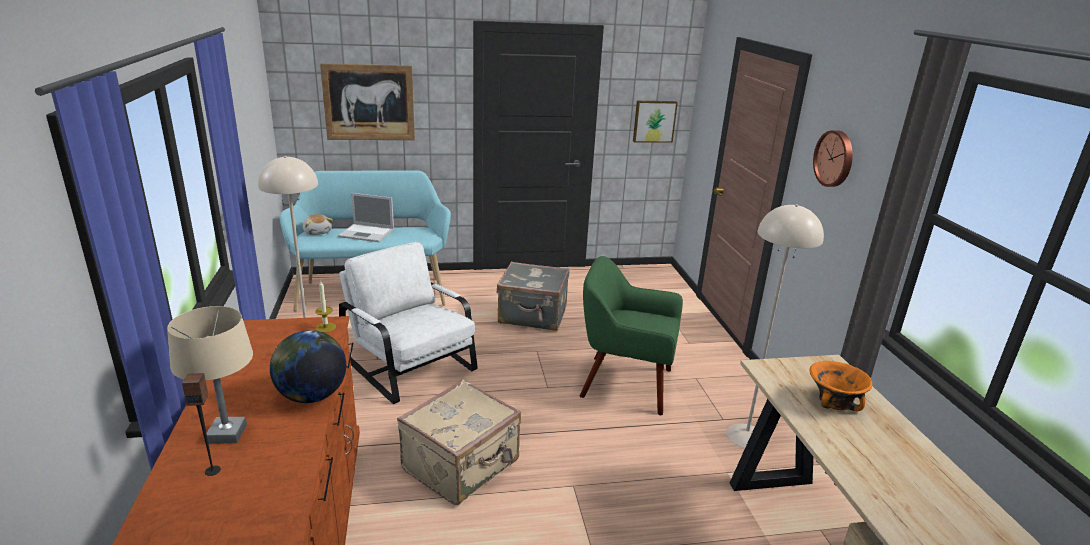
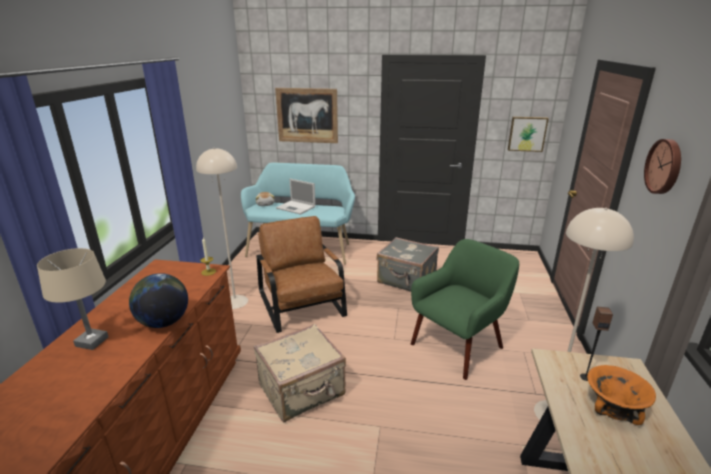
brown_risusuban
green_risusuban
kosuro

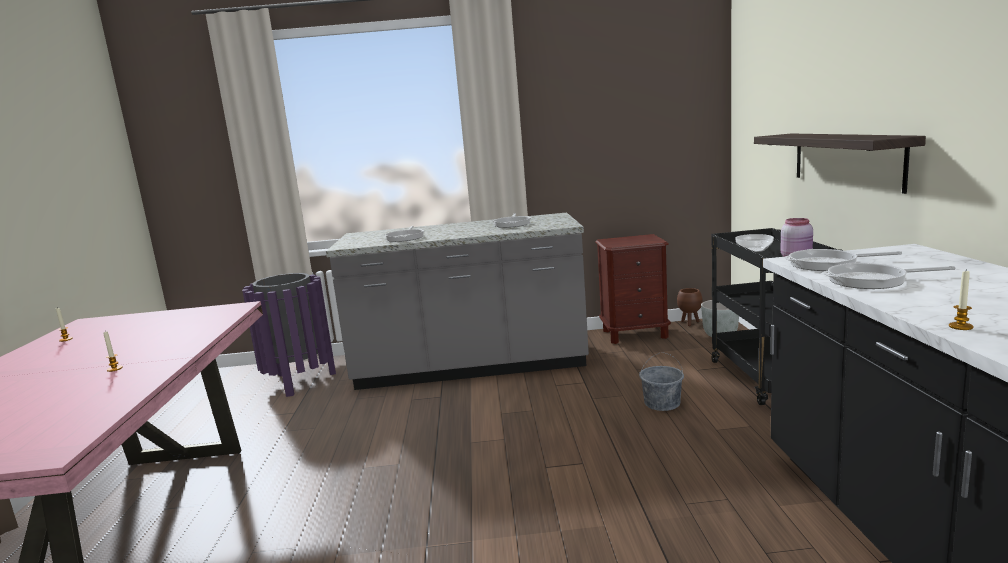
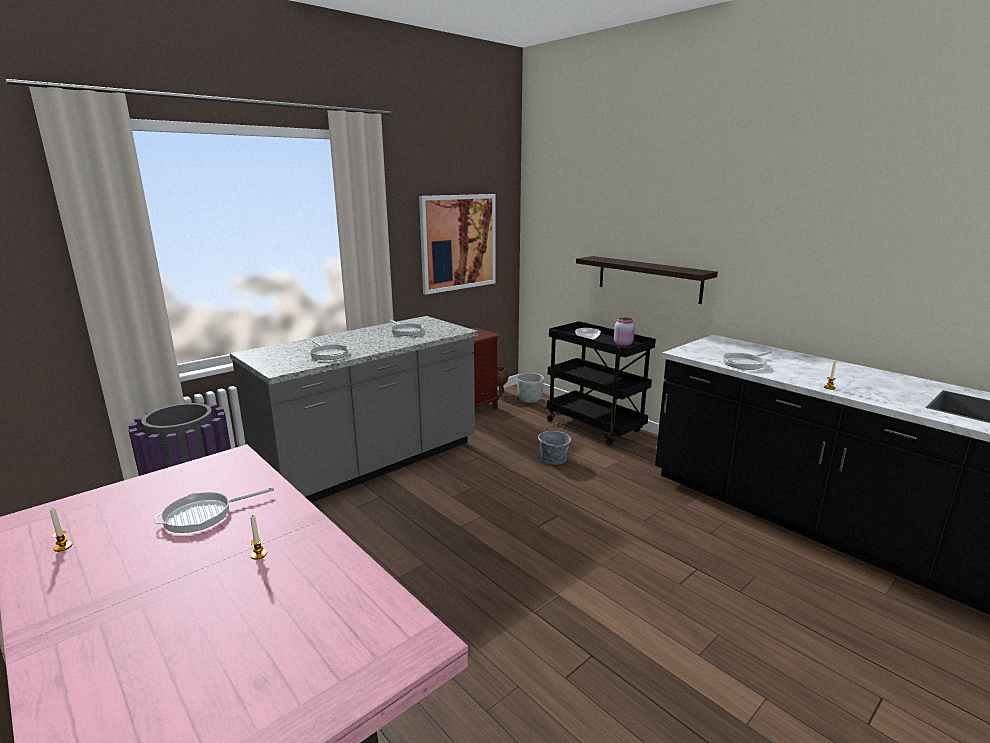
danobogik (1st from left)
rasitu

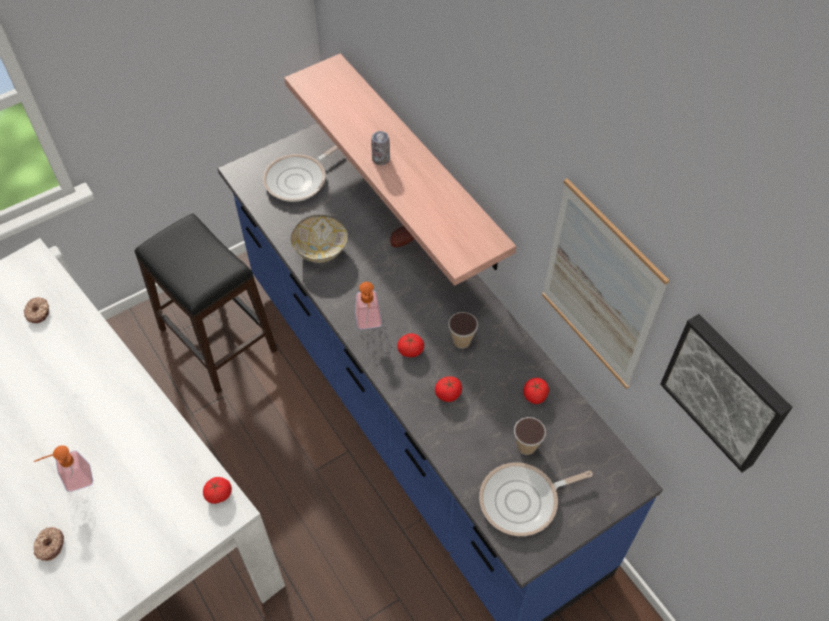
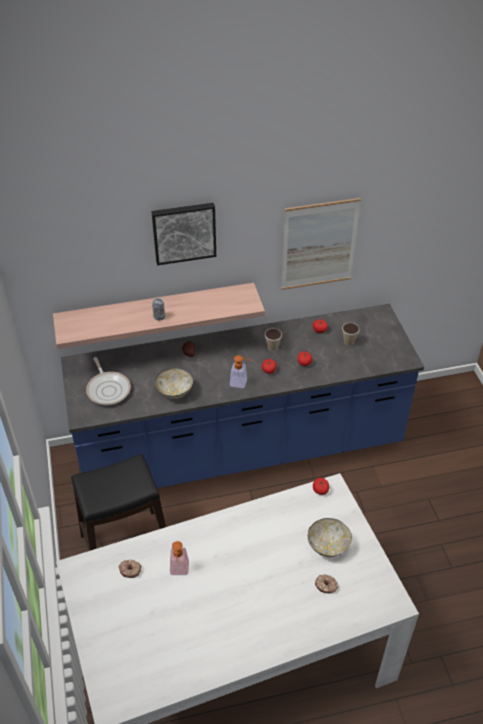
rasitu (1st from left)
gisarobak (1st from left)
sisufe (2nd from left)
danobogik (2nd from left in the first image)

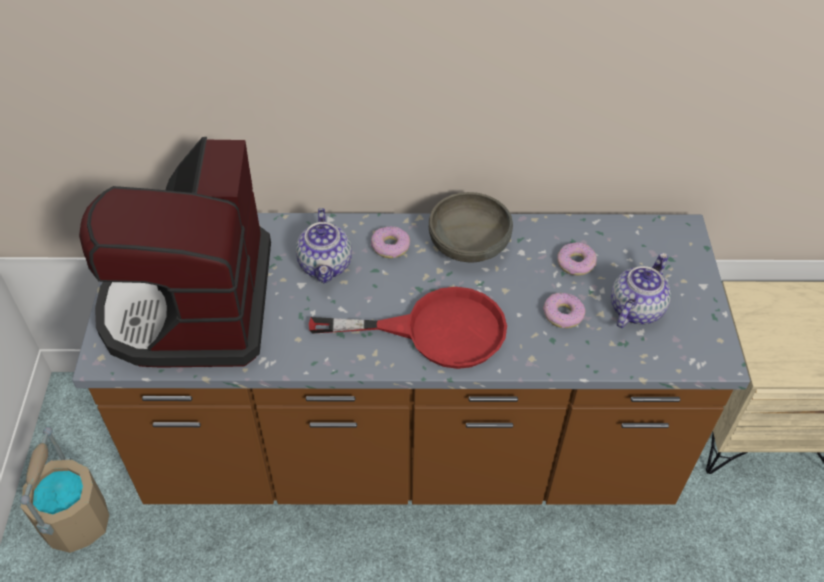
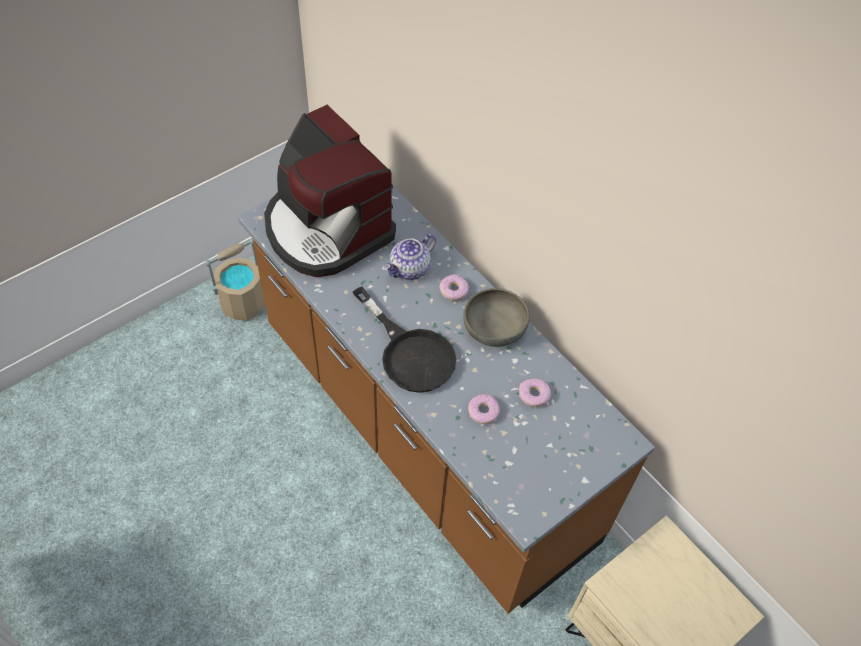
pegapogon
black_danobogik
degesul (2nd from left in the first image)

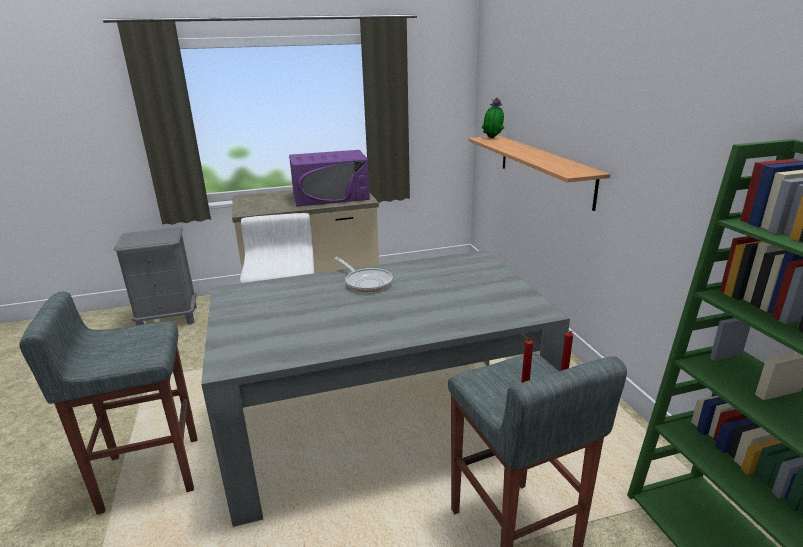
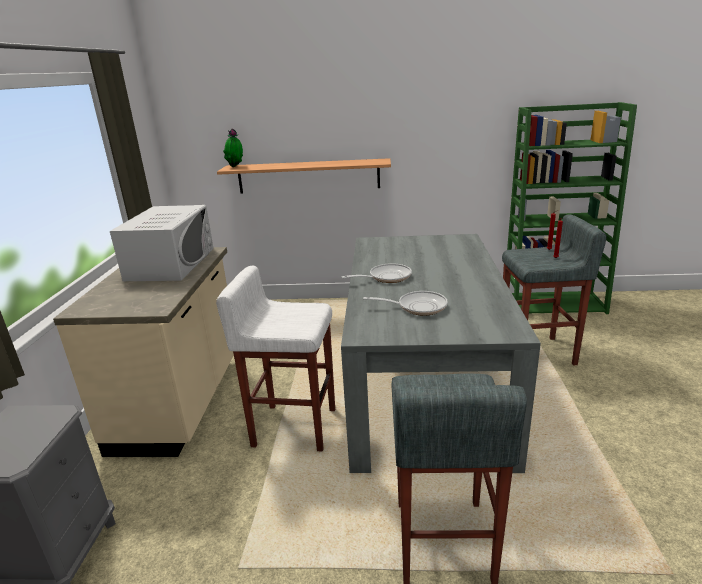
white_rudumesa
danobogik (2nd from left)

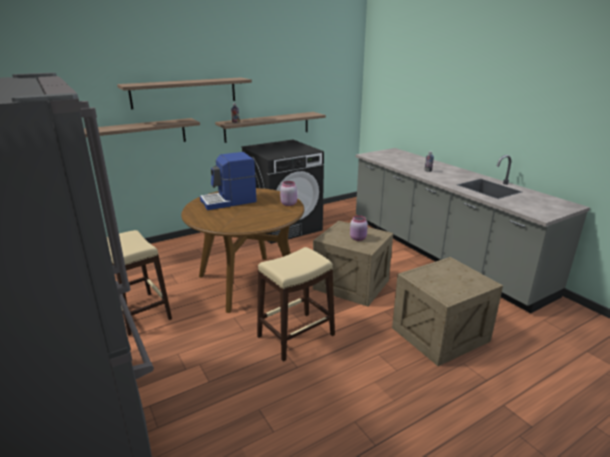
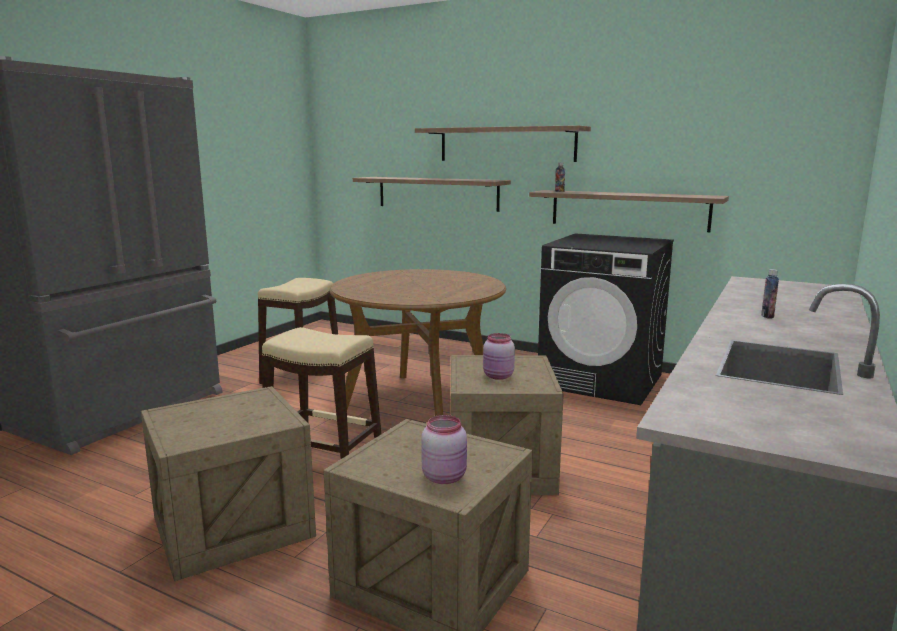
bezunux (1st from left)
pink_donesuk (1st from left)
pegapogon

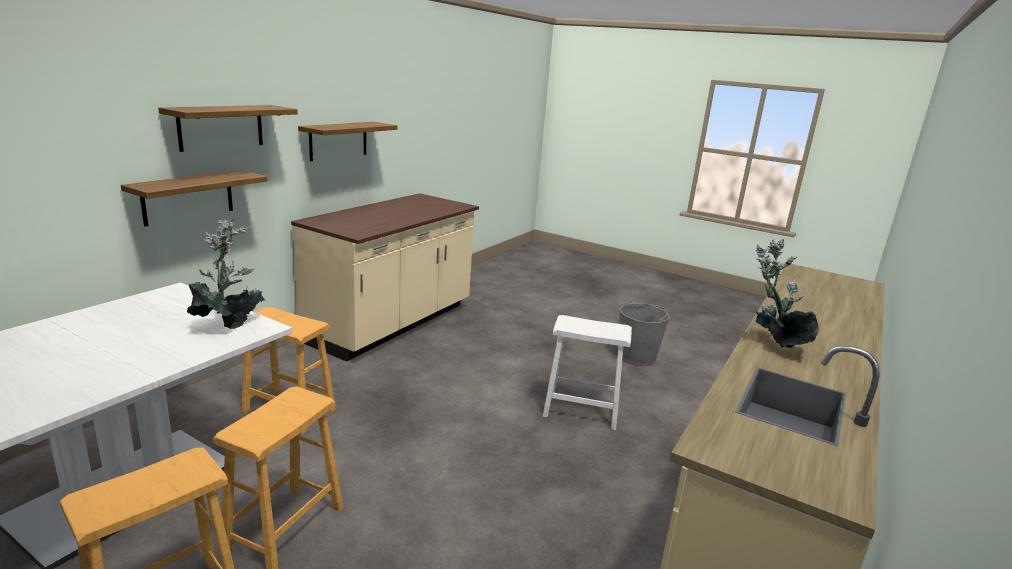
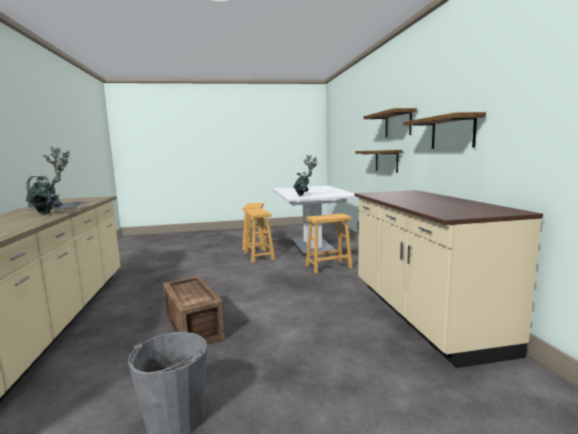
bezunux

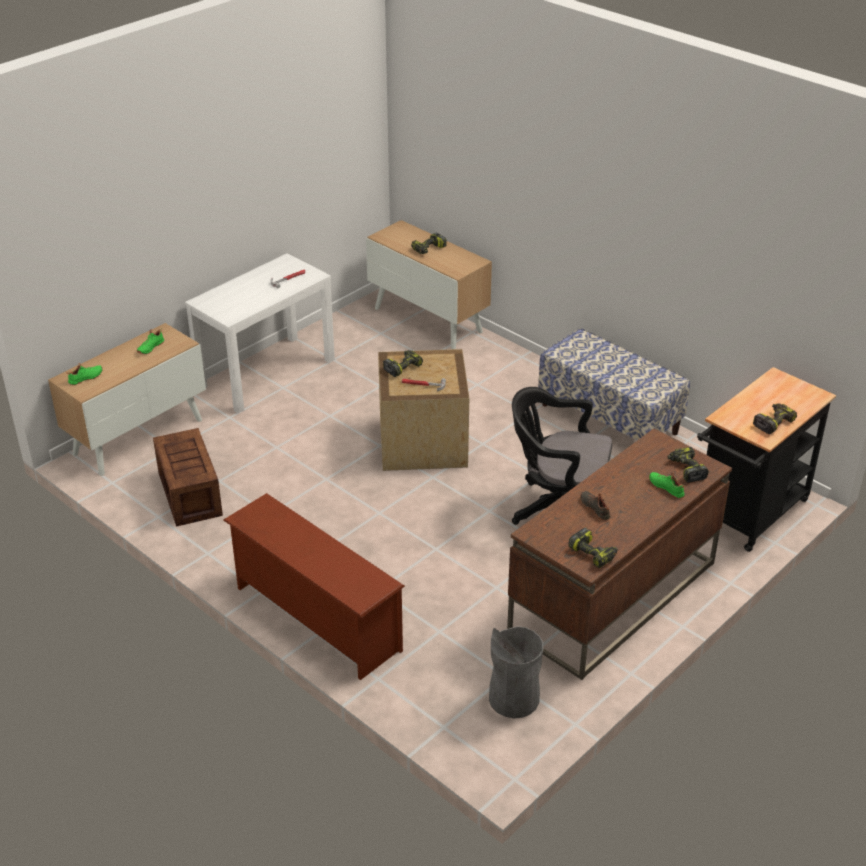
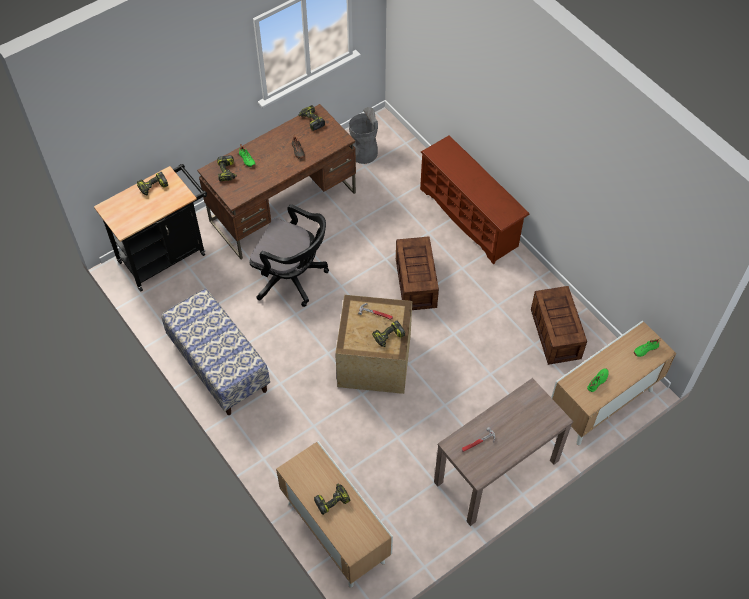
bezunux (2nd from left)
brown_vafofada

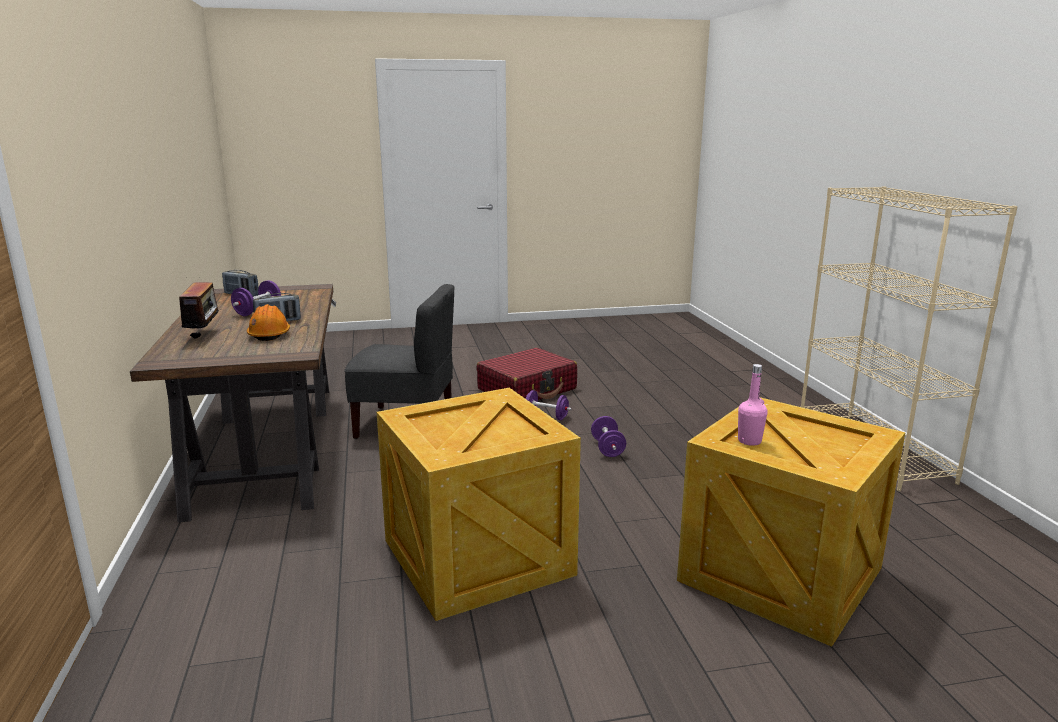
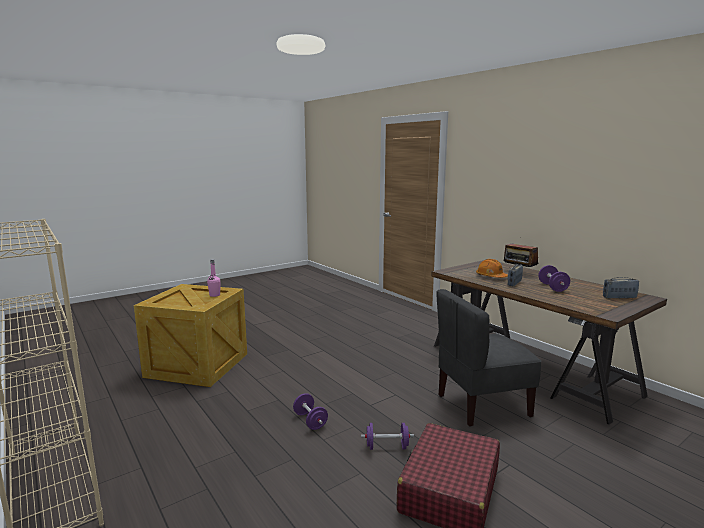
bezunux (1st from left in the first image)

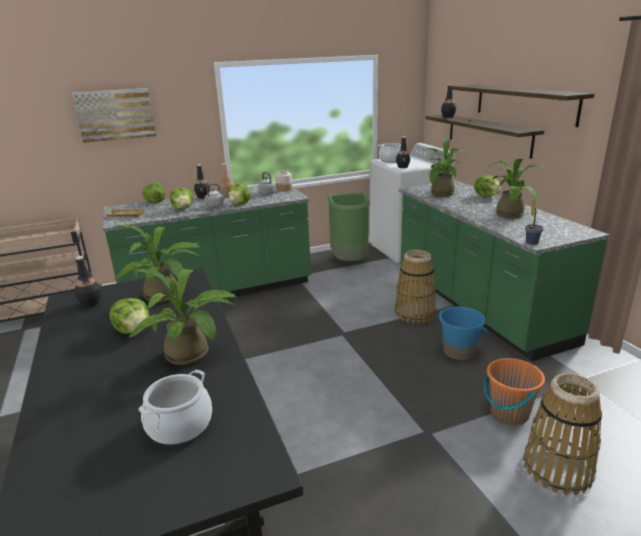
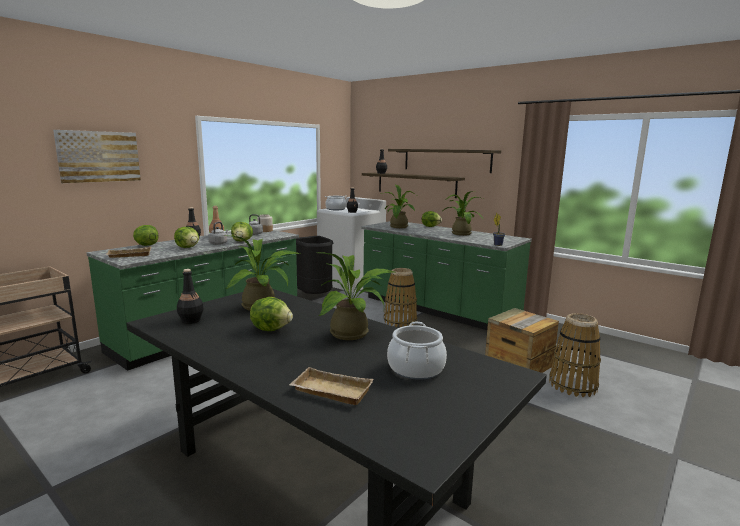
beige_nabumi (2nd from left)
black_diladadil
bezunux
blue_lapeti

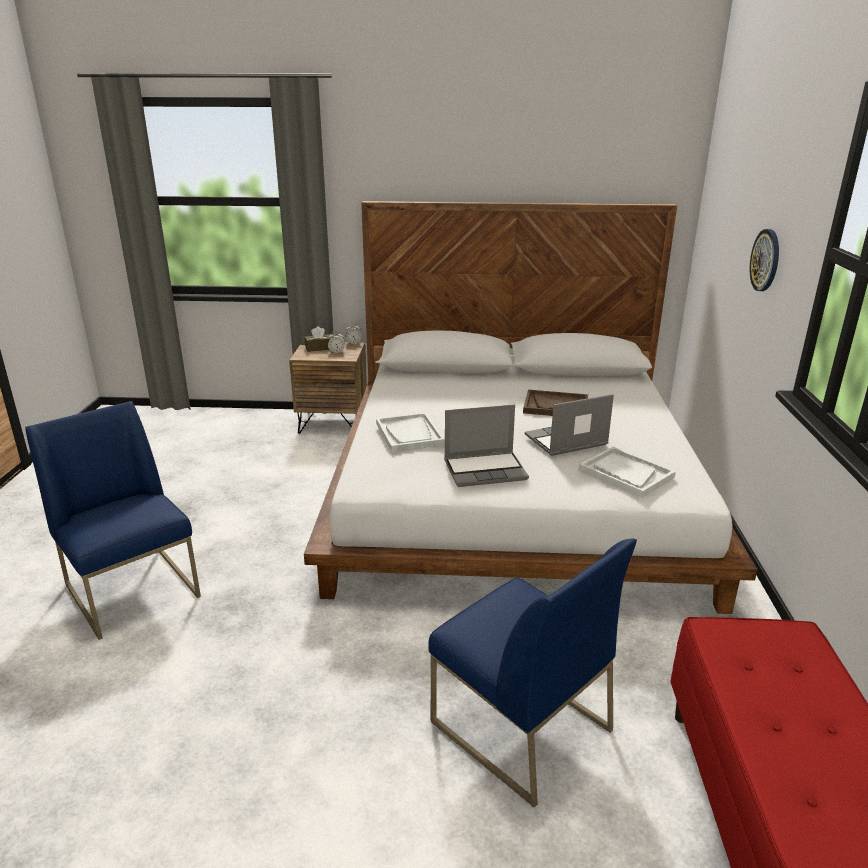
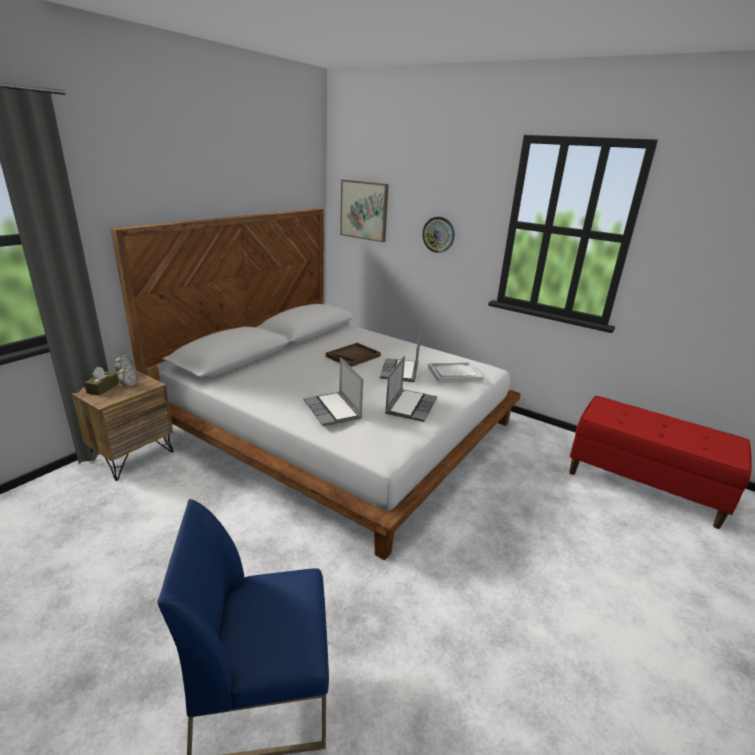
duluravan (1st from left)
rasitu
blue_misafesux (2nd from left in the first image)

